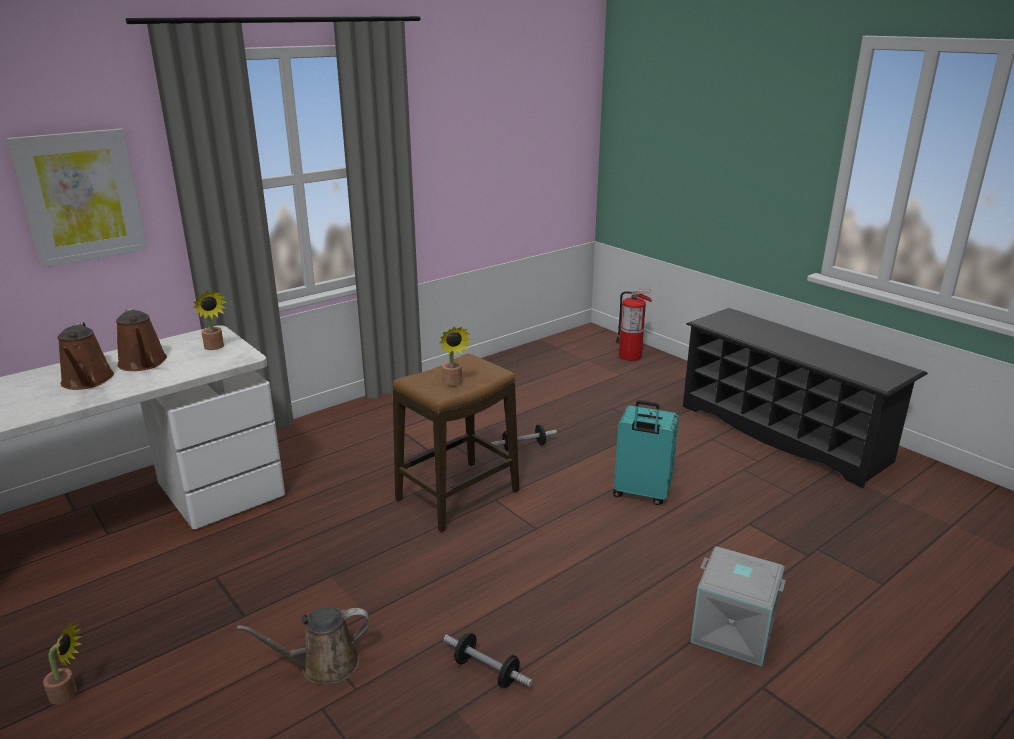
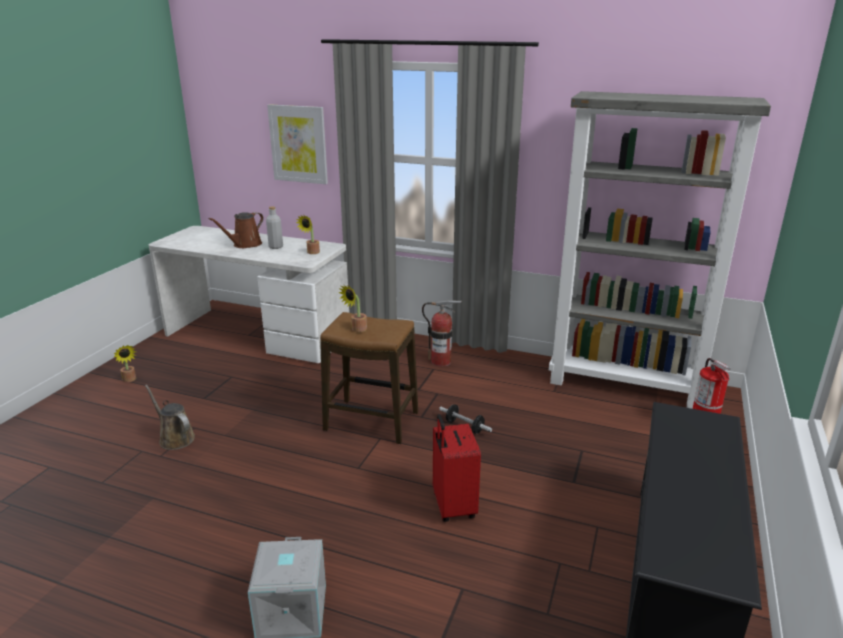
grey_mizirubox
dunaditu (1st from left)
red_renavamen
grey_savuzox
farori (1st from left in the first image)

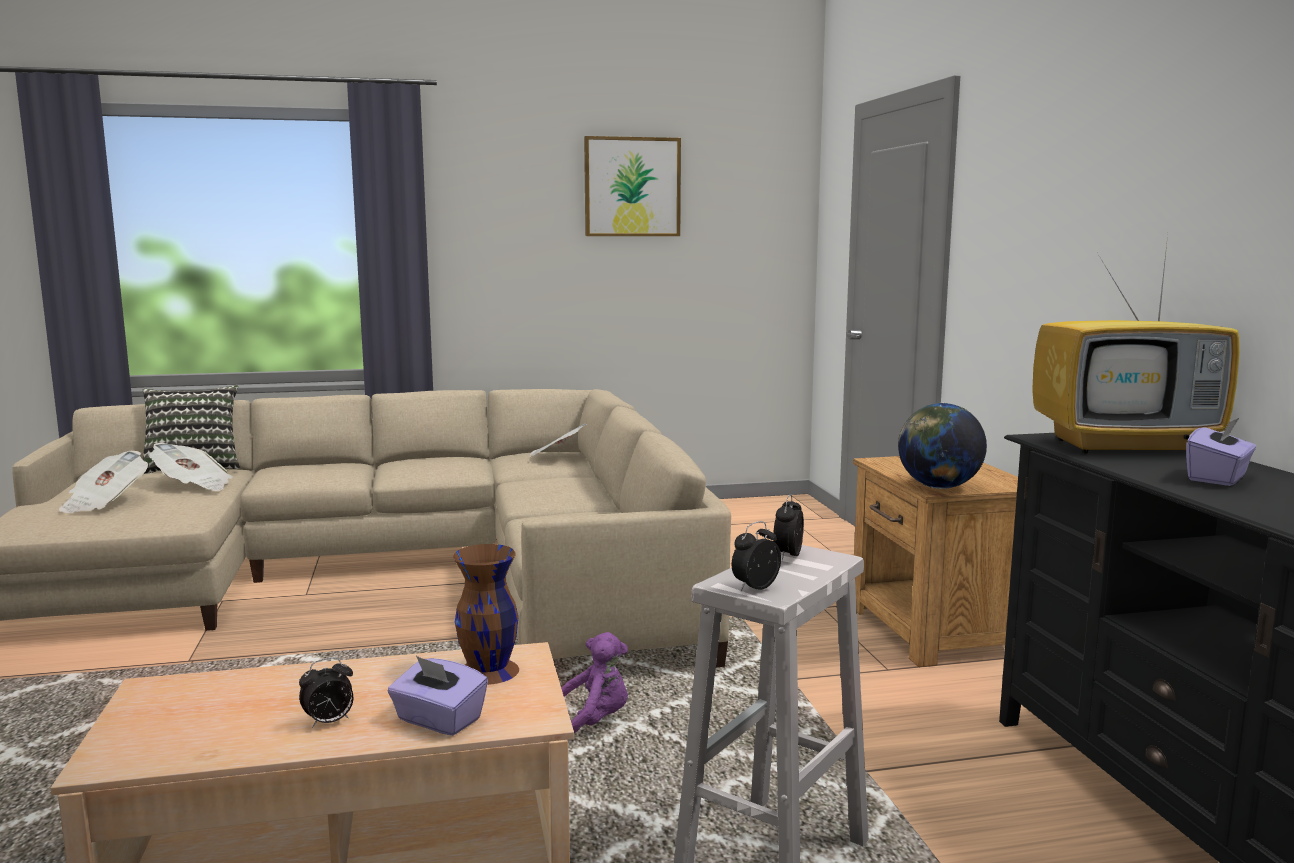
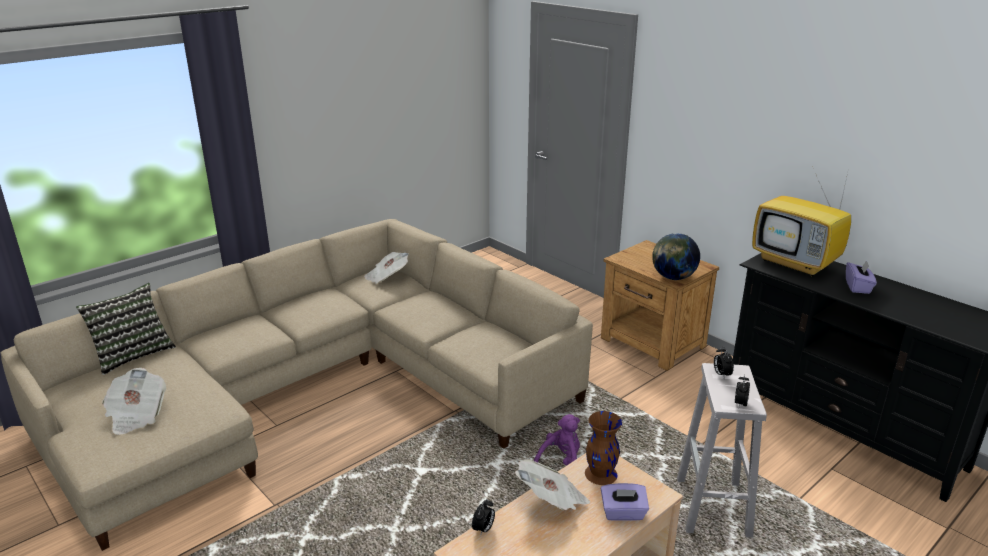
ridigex (1st from left)
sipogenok (3rd from left)
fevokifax
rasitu

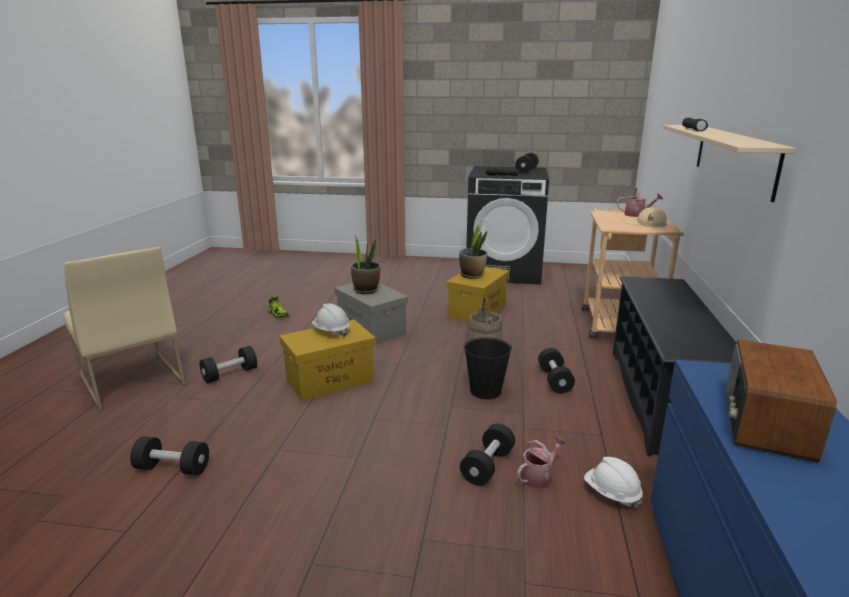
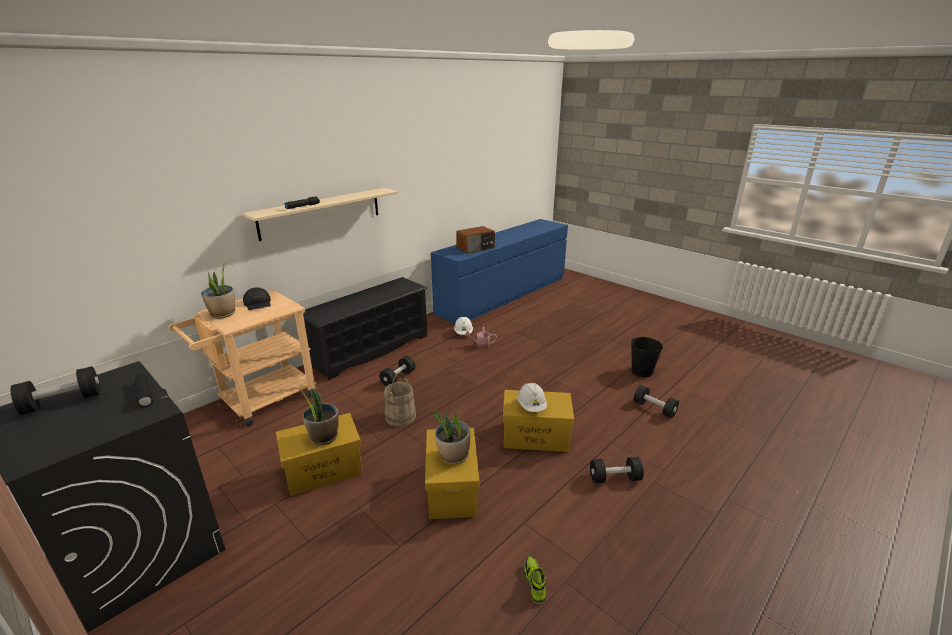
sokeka (1st from left)
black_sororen
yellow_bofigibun (2nd from left)
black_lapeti
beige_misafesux
black_farori (3rd from left in the first image)

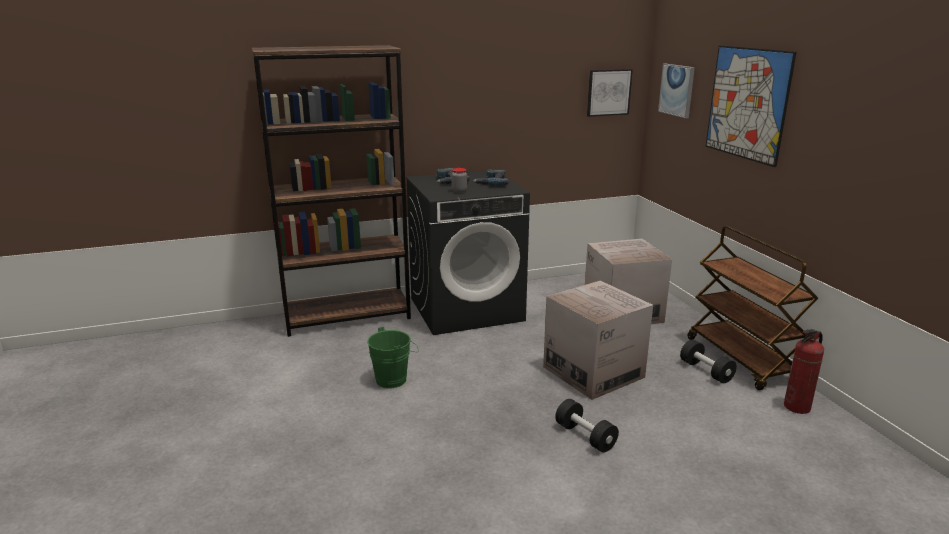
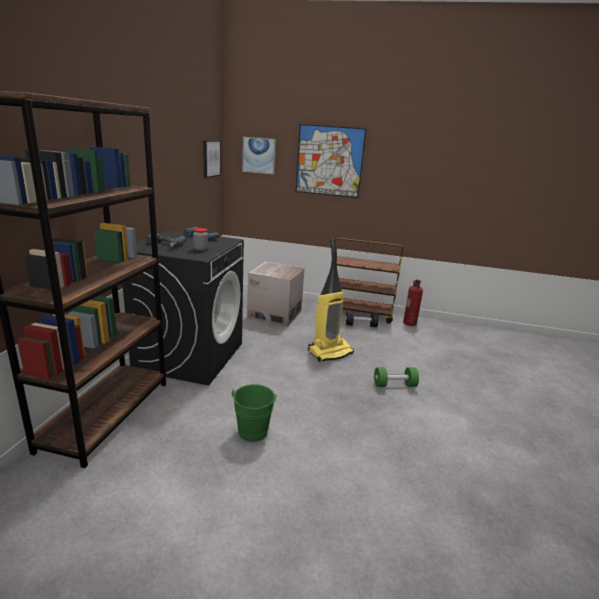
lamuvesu
green_farori

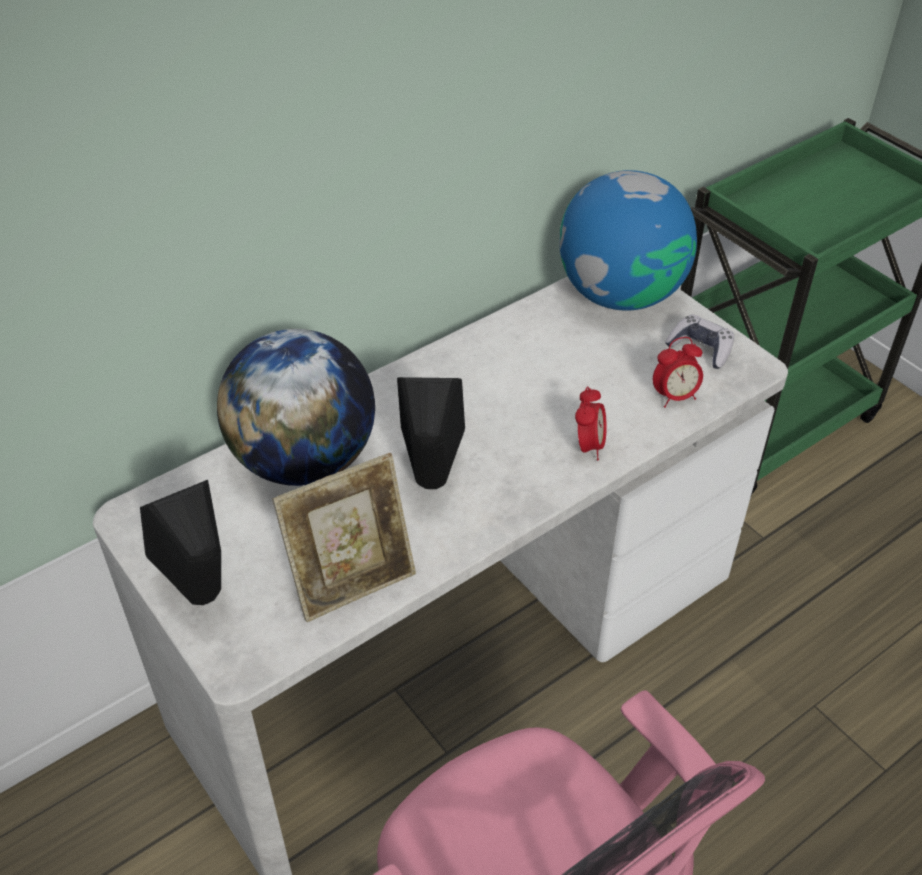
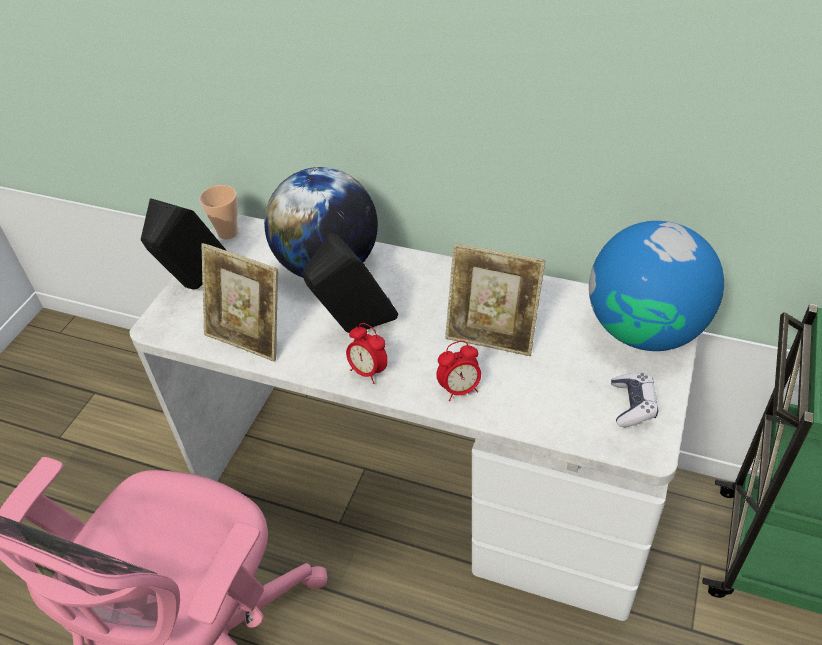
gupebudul
ridigex (1st from left)
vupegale (2nd from left)

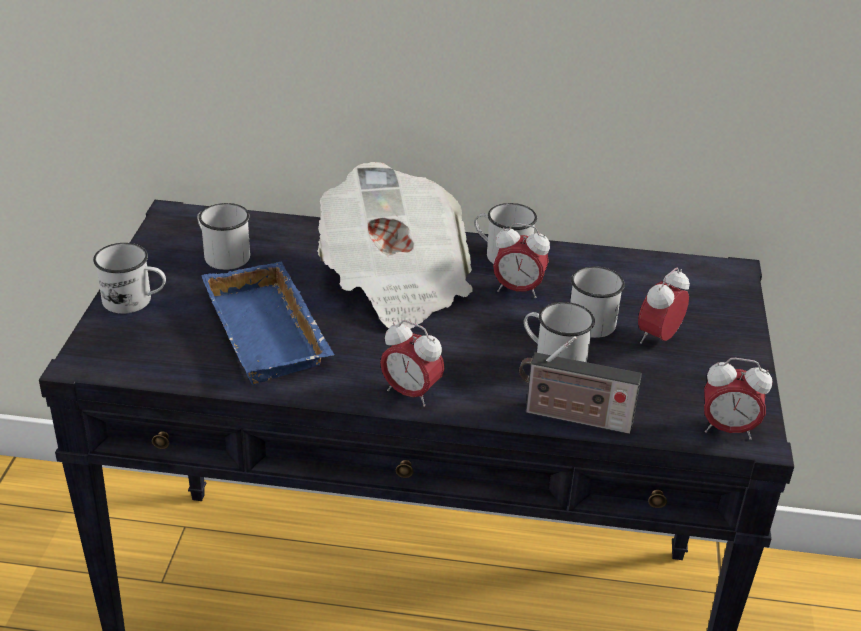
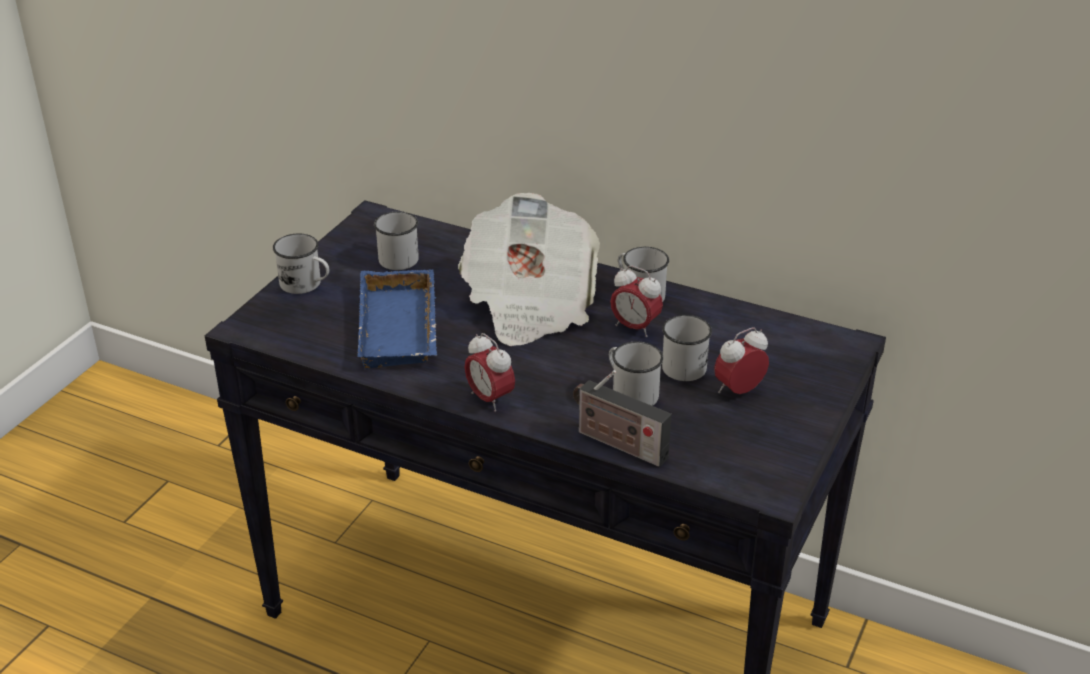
ridigex (4th from left in the first image)

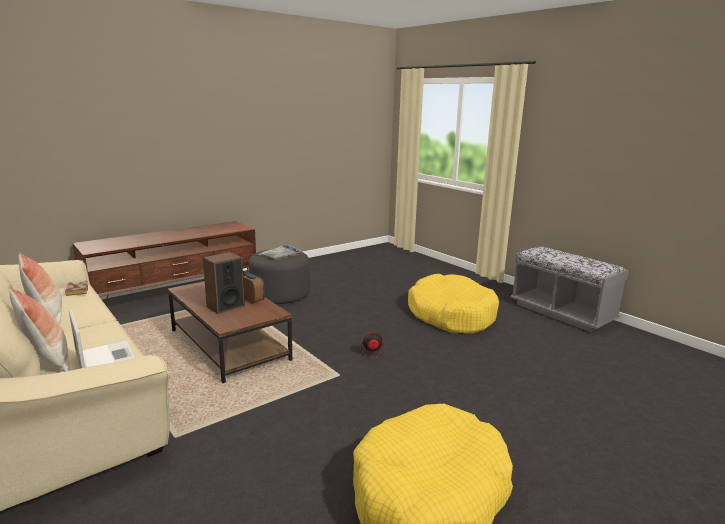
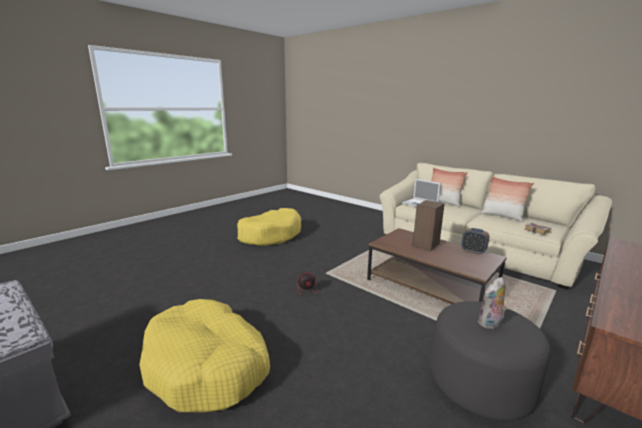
ridigex
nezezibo

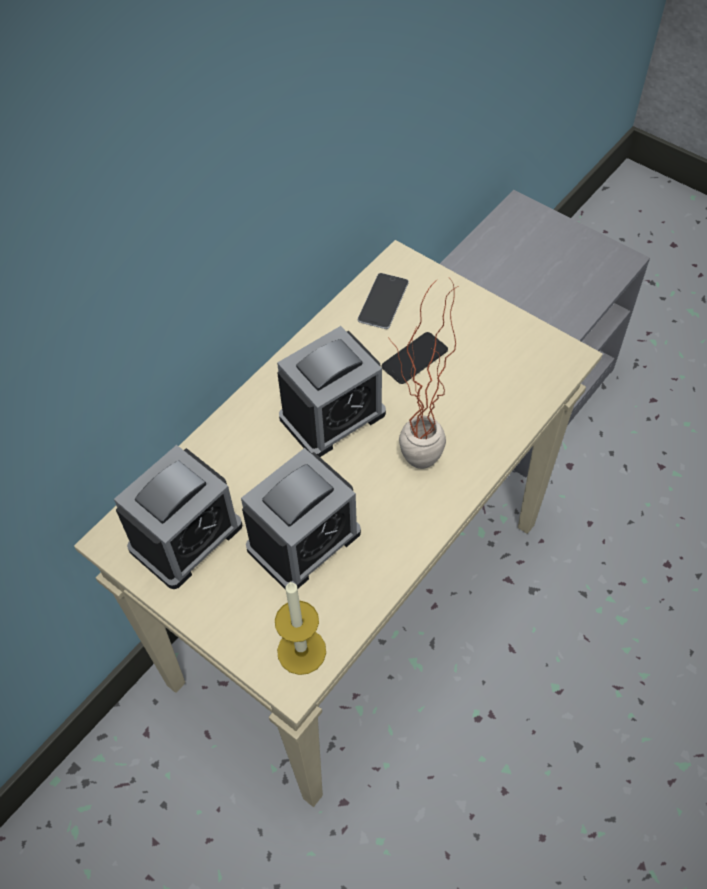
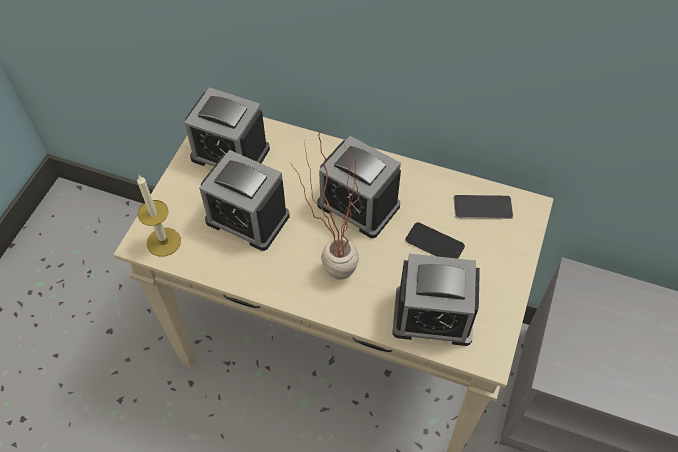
ridigex (4th from left)

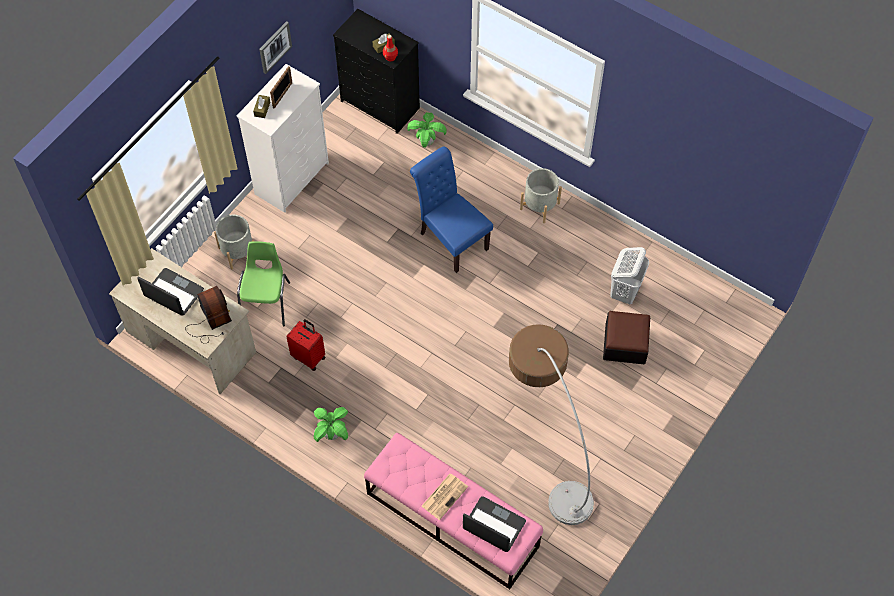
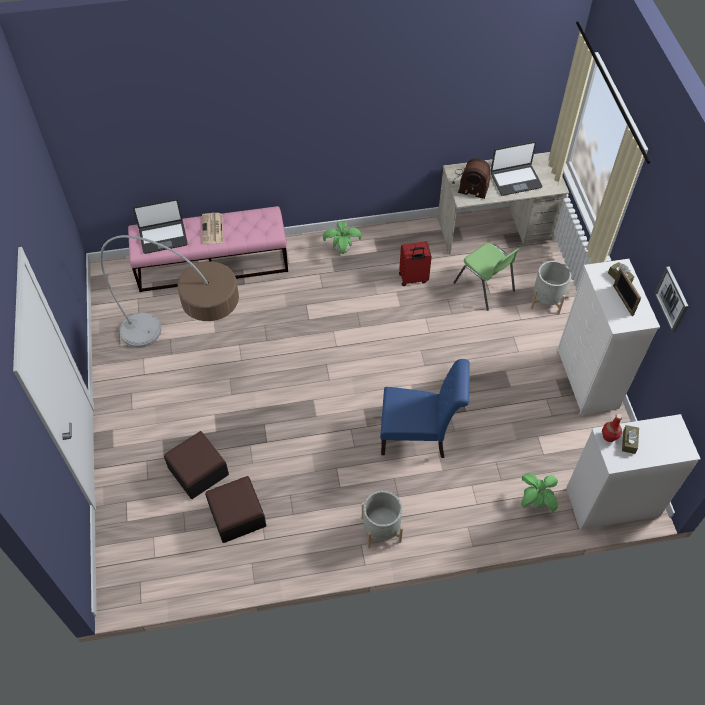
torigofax (2nd from left)
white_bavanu (2nd from left)

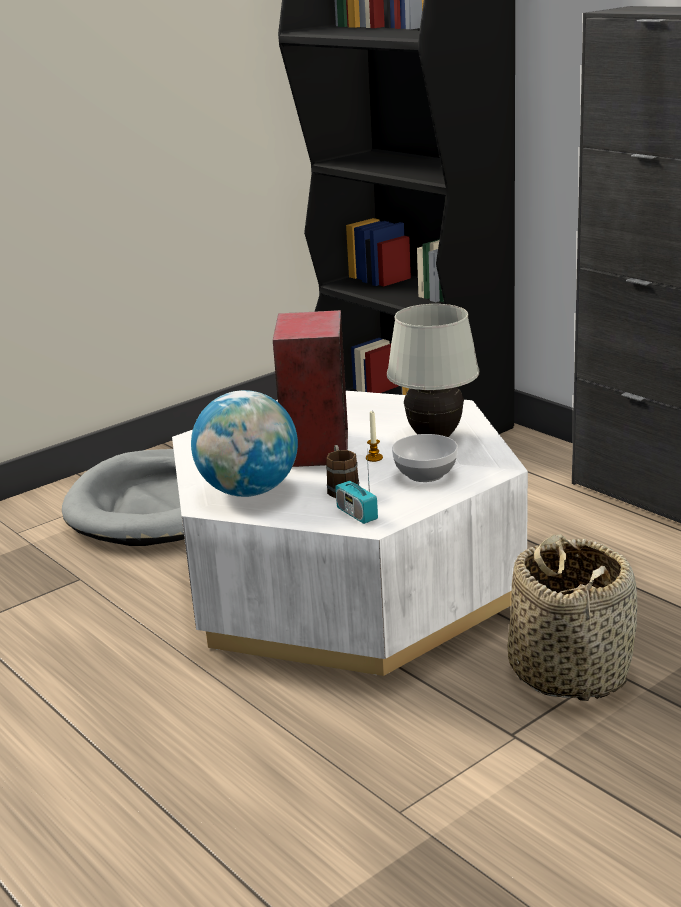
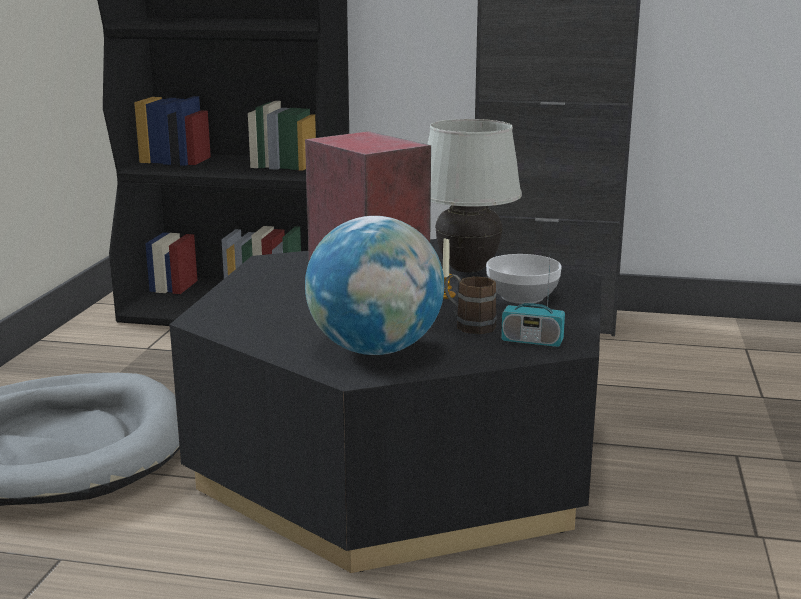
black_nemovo
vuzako

